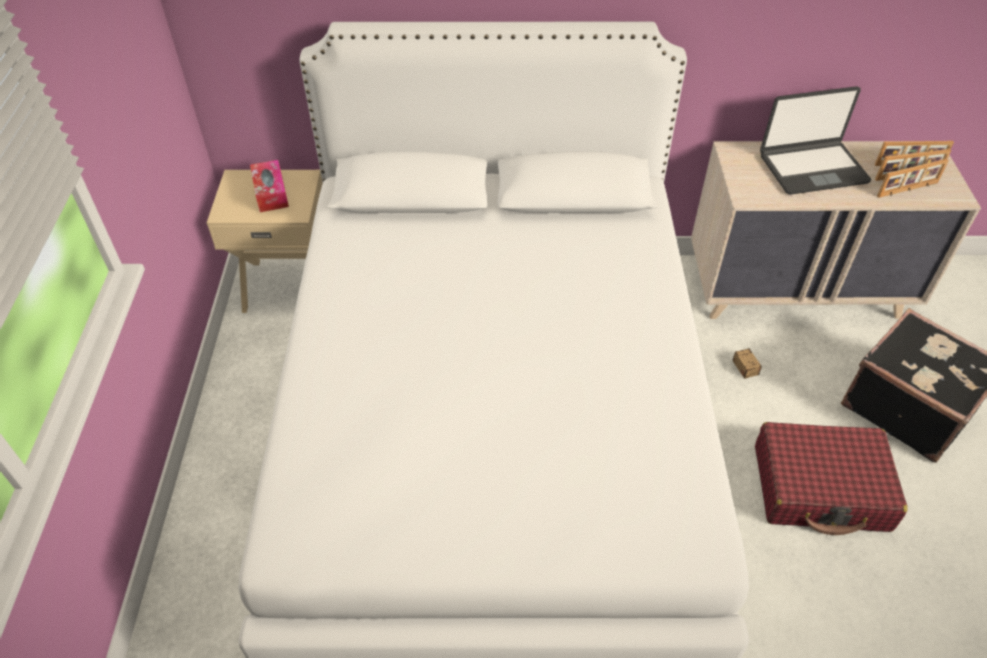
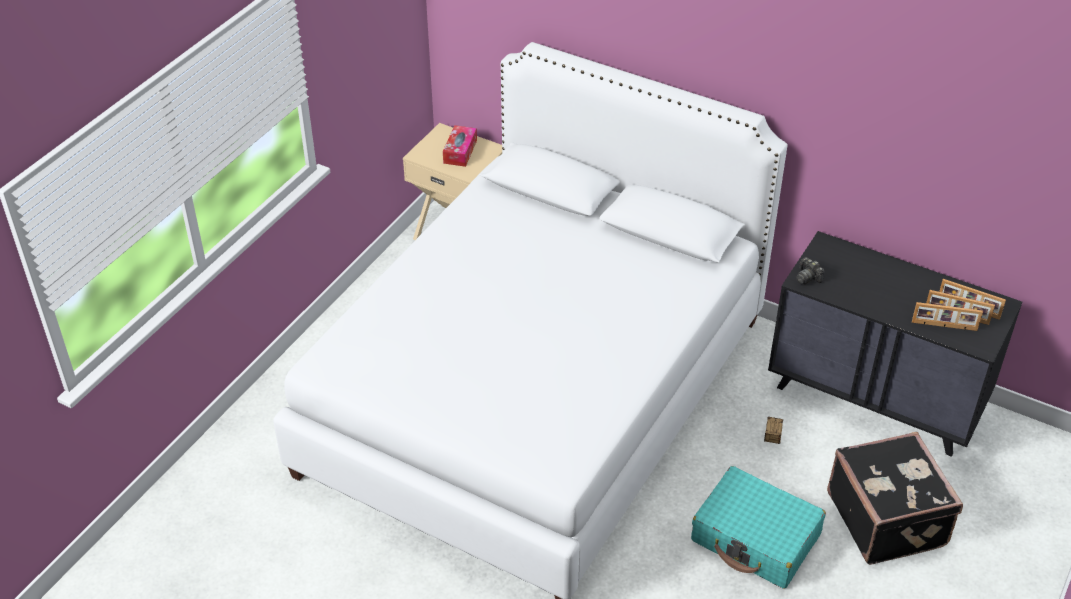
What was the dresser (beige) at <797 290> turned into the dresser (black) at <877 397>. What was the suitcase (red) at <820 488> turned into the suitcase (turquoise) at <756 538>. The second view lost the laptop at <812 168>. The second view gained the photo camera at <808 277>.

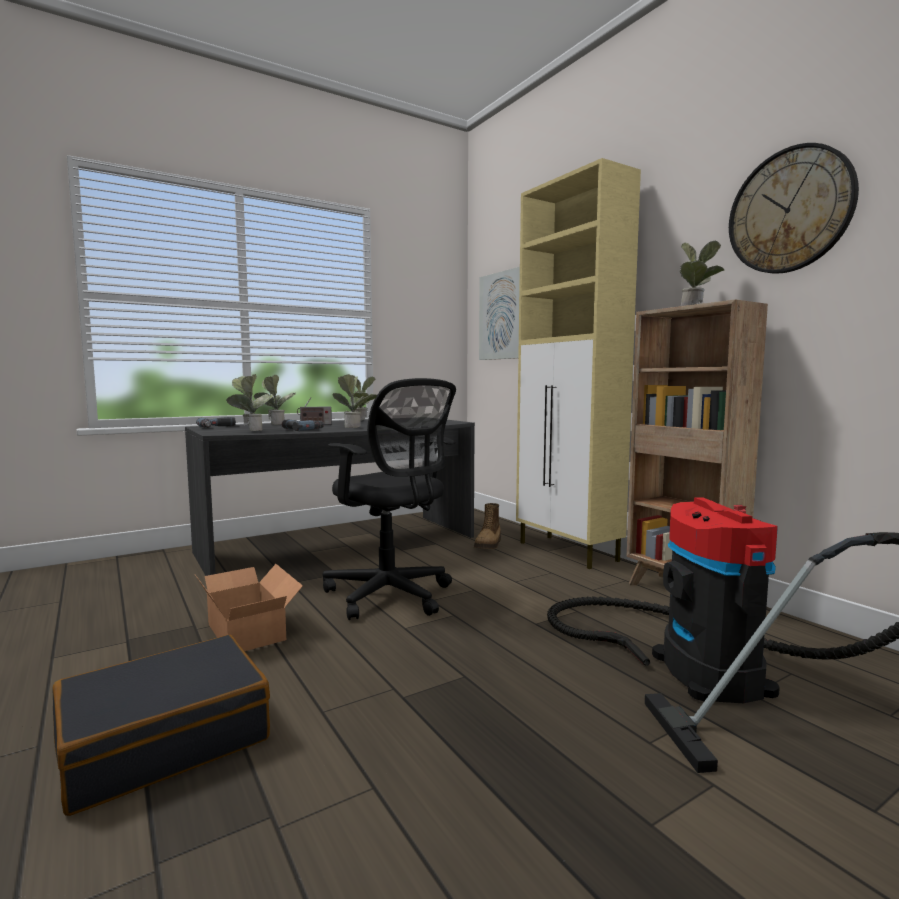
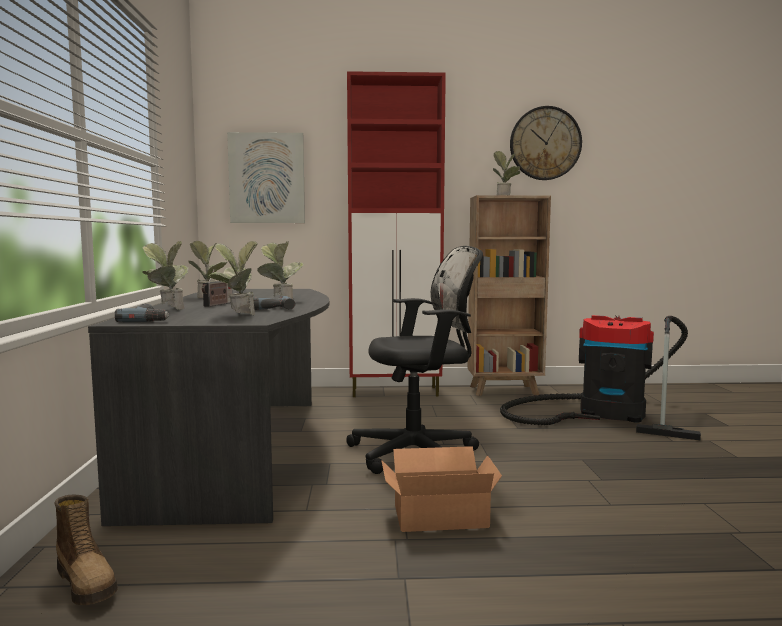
The second view lost the suitcase (black) at <164 739>. The boot ended up elsewhere, having gone from <489 545> to <87 583>. What was the cabinet (beige) at <568 552> turned into the cabinet (red) at <396 392>.

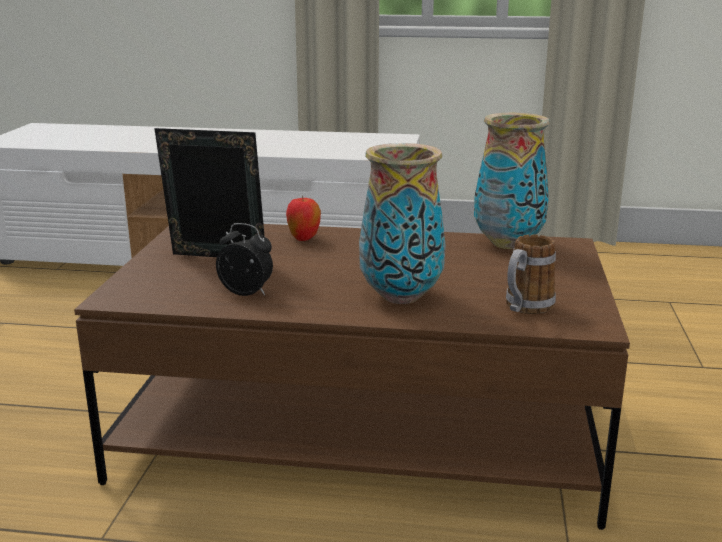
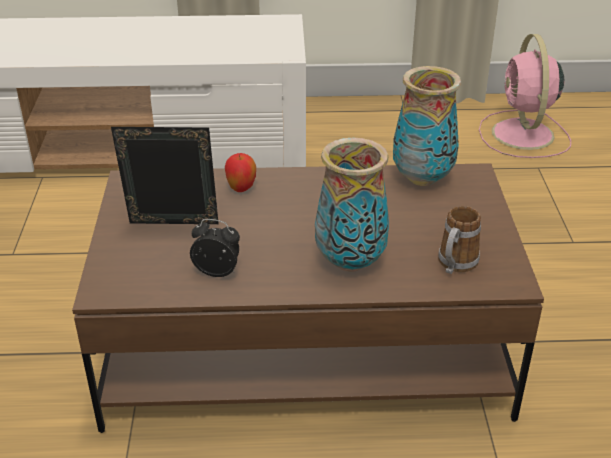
The second view gained the fan (pink) at <523 135>.

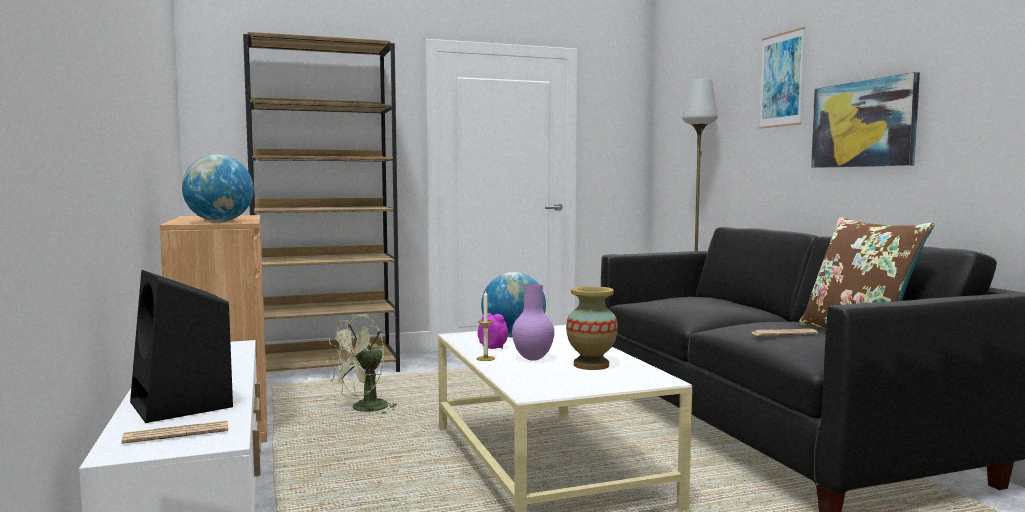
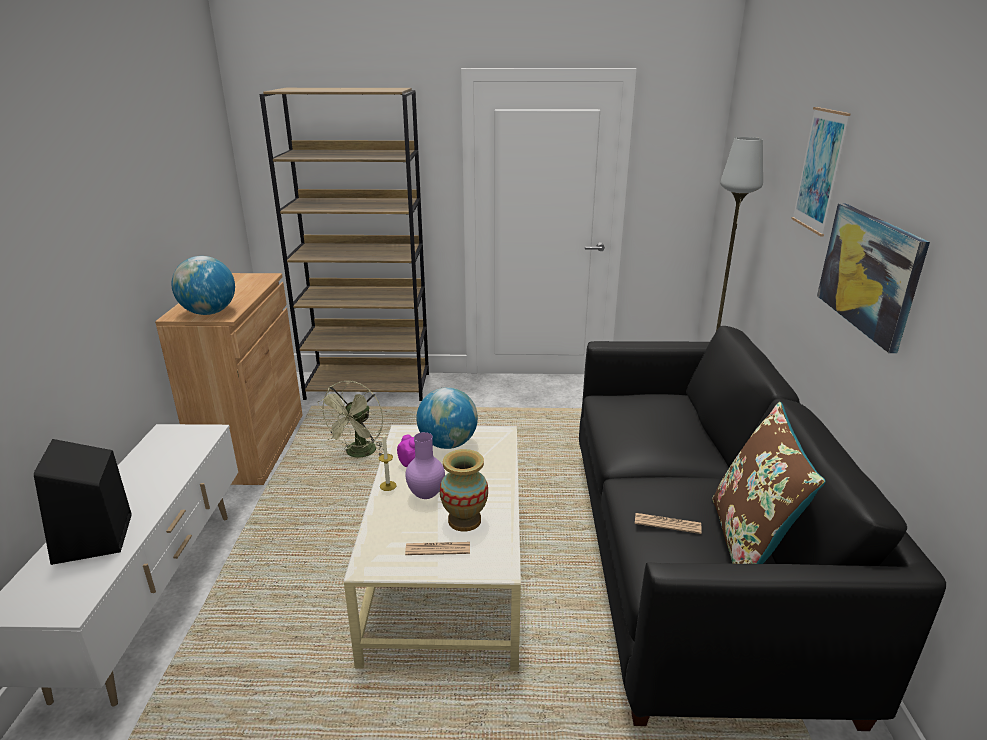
The newspaper ended up elsewhere, having gone from <177 434> to <438 549>. The fan (green) at <363 409> ended up facing another way, 45 degrees counterclockwise from before.

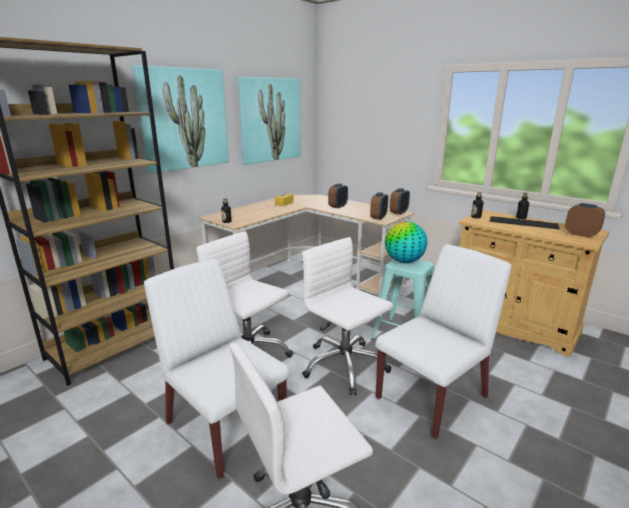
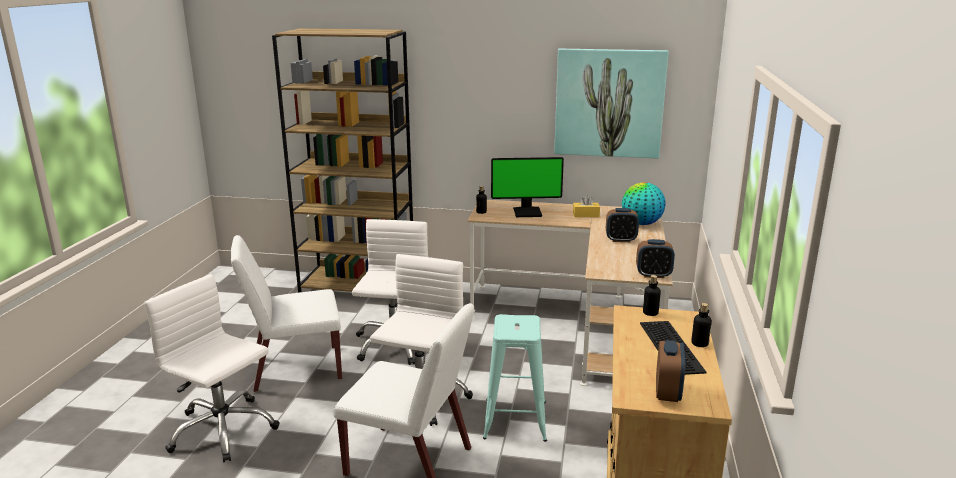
The second view lost the picture at <184 119>. The chair (white) at <224 426> ended up facing another way, 120 degrees counterclockwise from before. The second view lost the alarm clock at <378 217>. The globe ended up elsewhere, having gone from <404 261> to <641 224>. The second view gained the monitor at <527 212>.

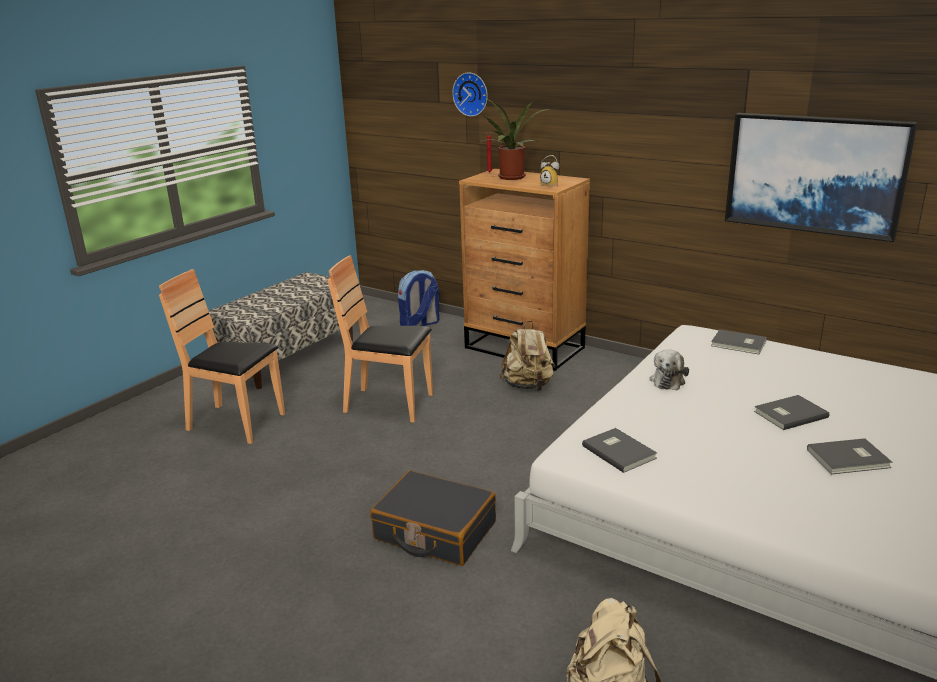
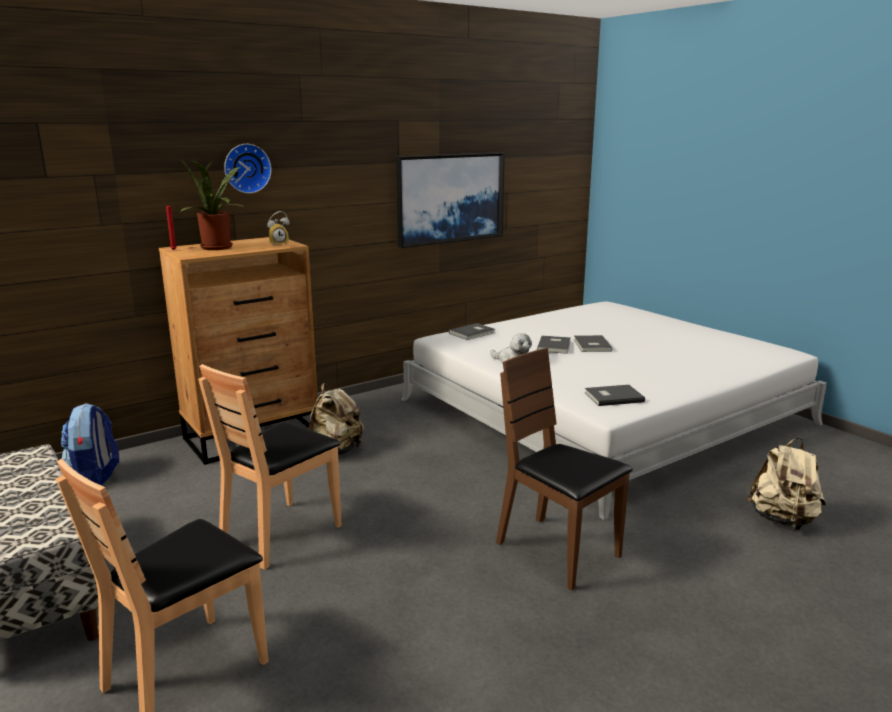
Where the suitcase (black) stood at <434 531>, the chair (brown) came to stand at <557 551>. The wall clock ended up elsewhere, having gone from <471 94> to <246 168>. The book (grey) ended up elsewhere, having gone from <850 459> to <555 346>.

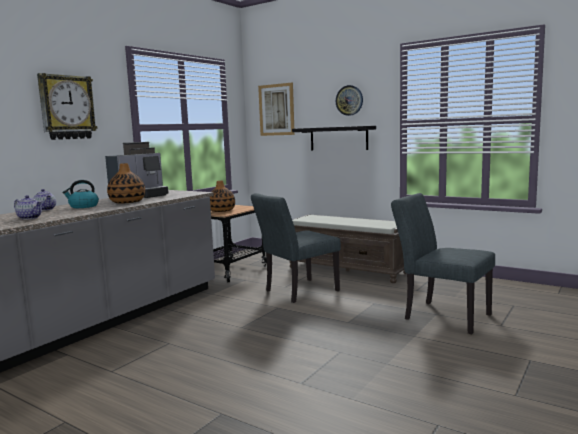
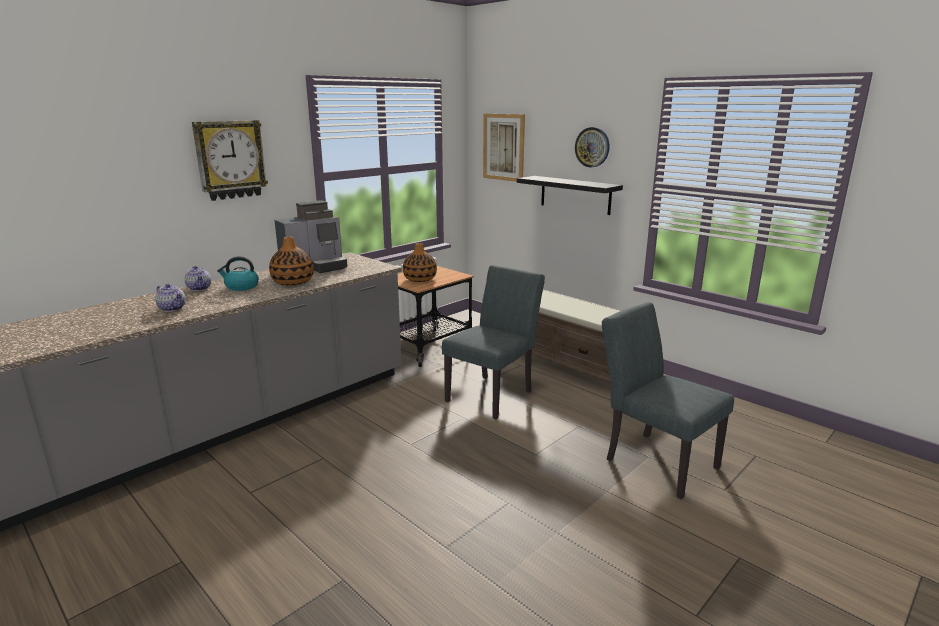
The chair (grey) at <297 292> ended up facing another way, 150 degrees clockwise from before.

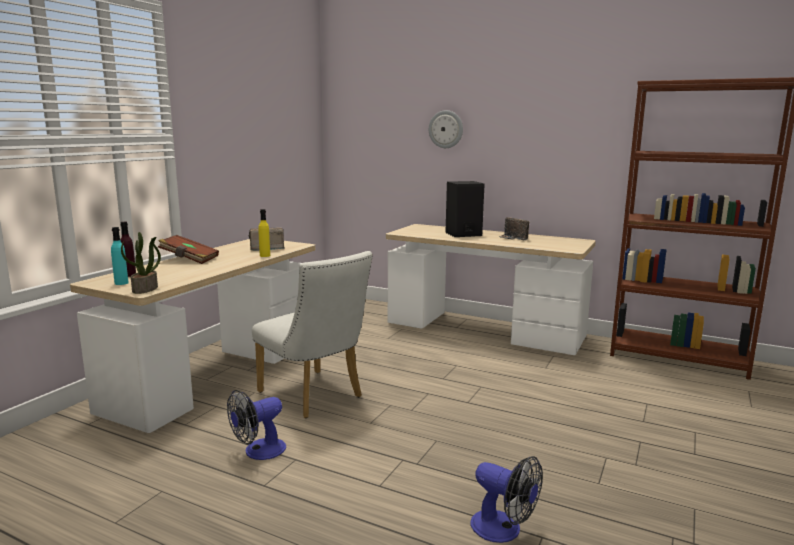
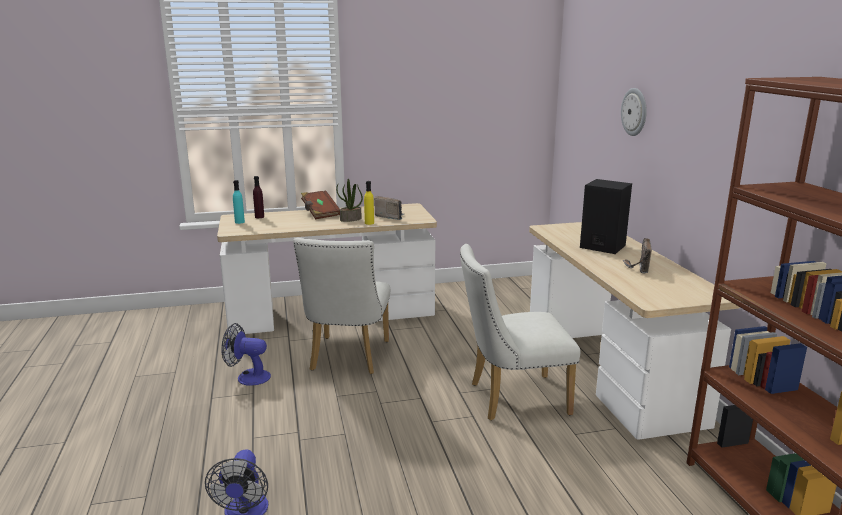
The potted plant ended up elsewhere, having gone from <145 289> to <350 219>. The second view gained the chair (white) at <511 399>.

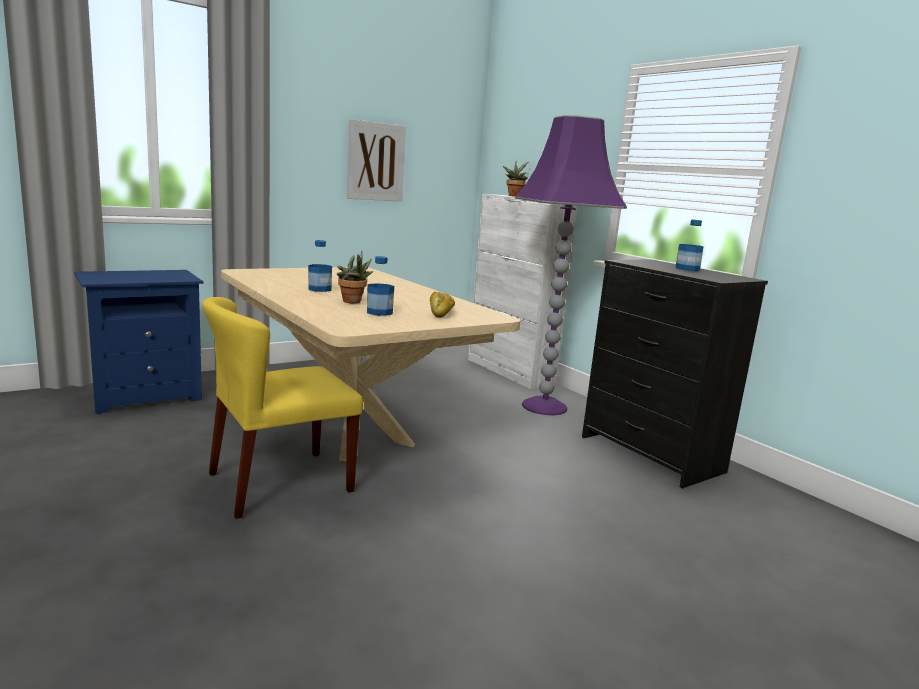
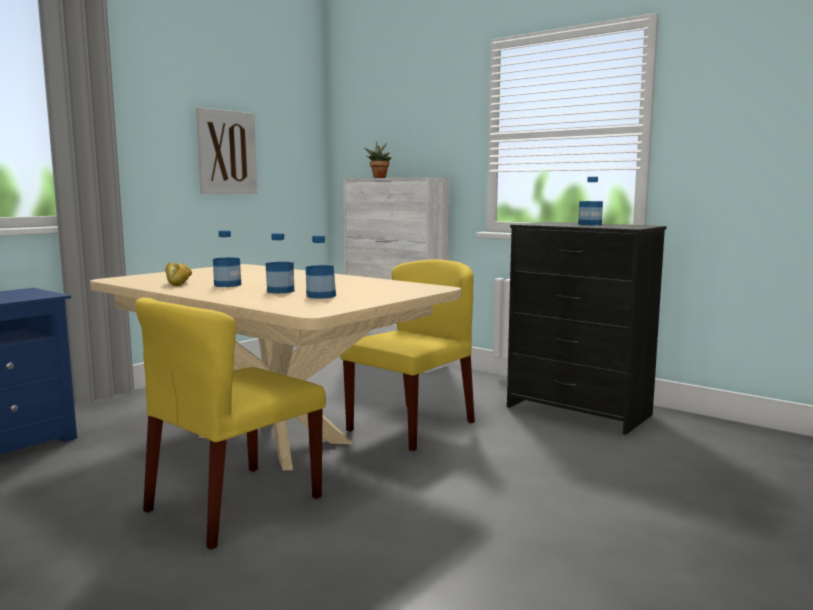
Where the potted plant stood at <353 302>, the bottle came to stand at <280 291>. The bread ended up elsewhere, having gone from <441 313> to <179 283>. The second view lost the floor lamp (purple) at <543 406>. The second view gained the chair (yellow) at <411 425>.

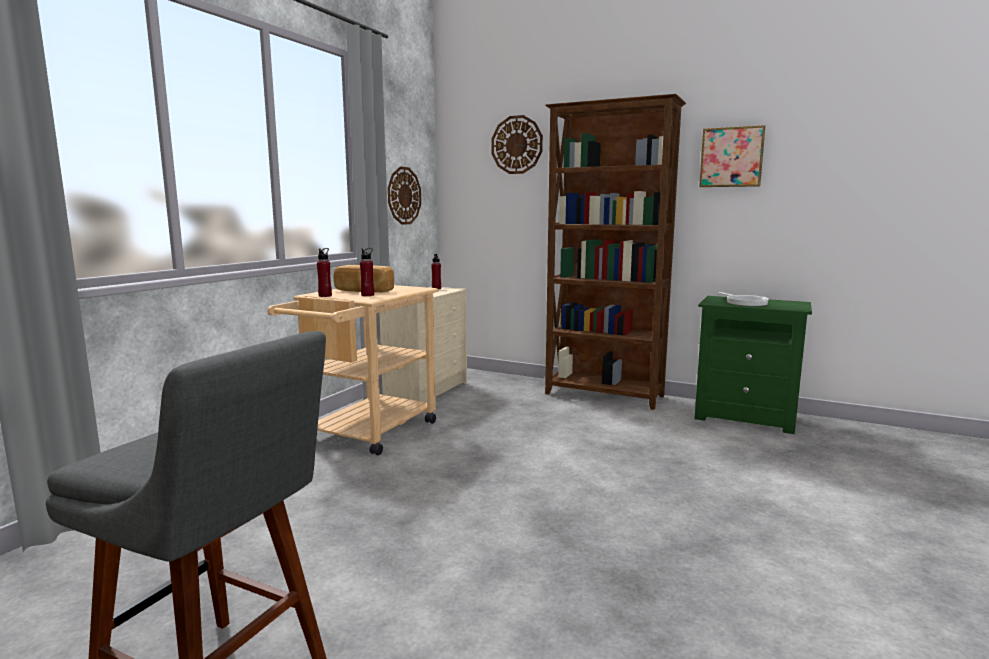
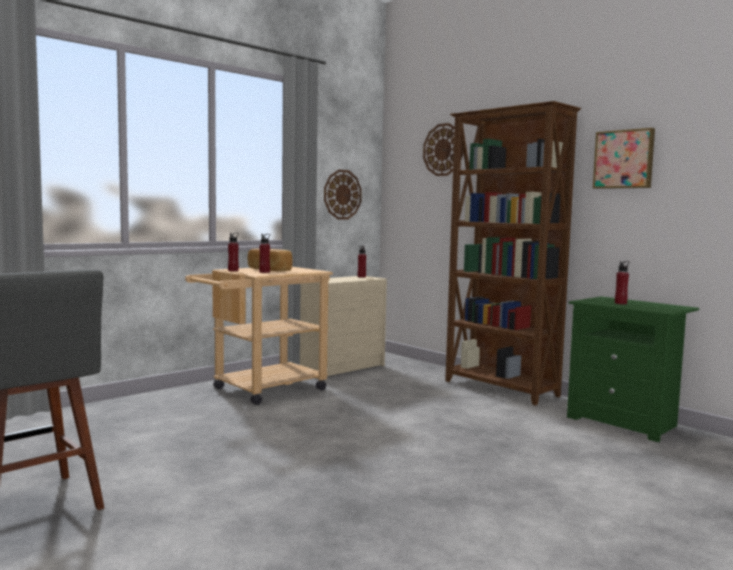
Where the frying pan stood at <745 303>, the bottle (red) came to stand at <620 303>.

